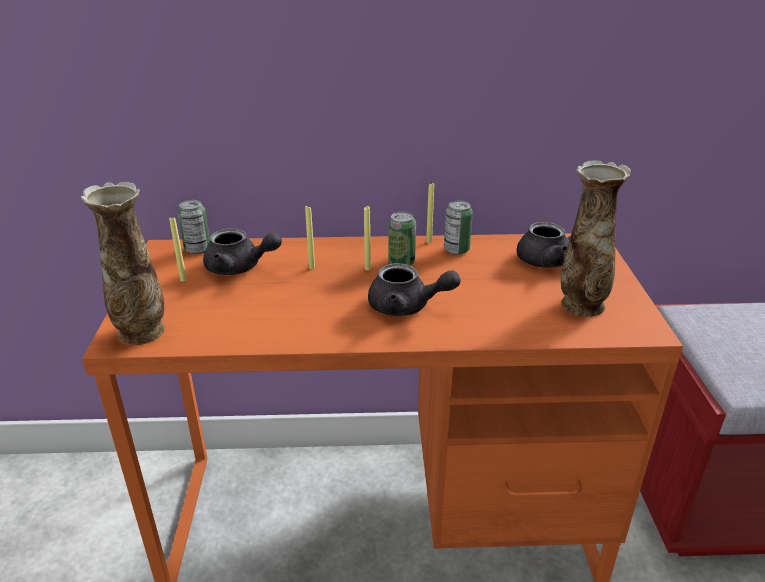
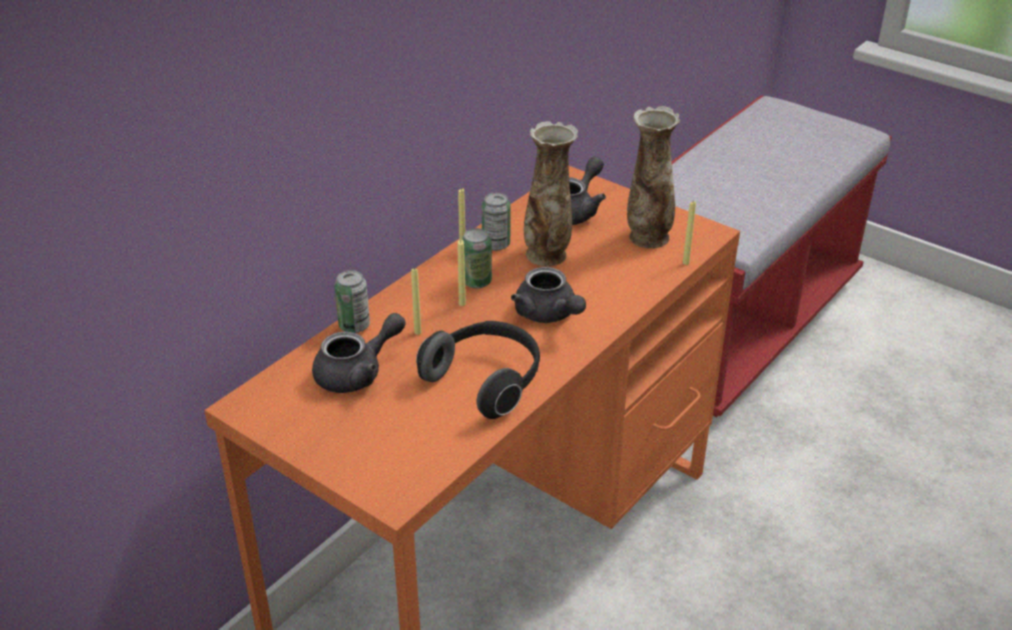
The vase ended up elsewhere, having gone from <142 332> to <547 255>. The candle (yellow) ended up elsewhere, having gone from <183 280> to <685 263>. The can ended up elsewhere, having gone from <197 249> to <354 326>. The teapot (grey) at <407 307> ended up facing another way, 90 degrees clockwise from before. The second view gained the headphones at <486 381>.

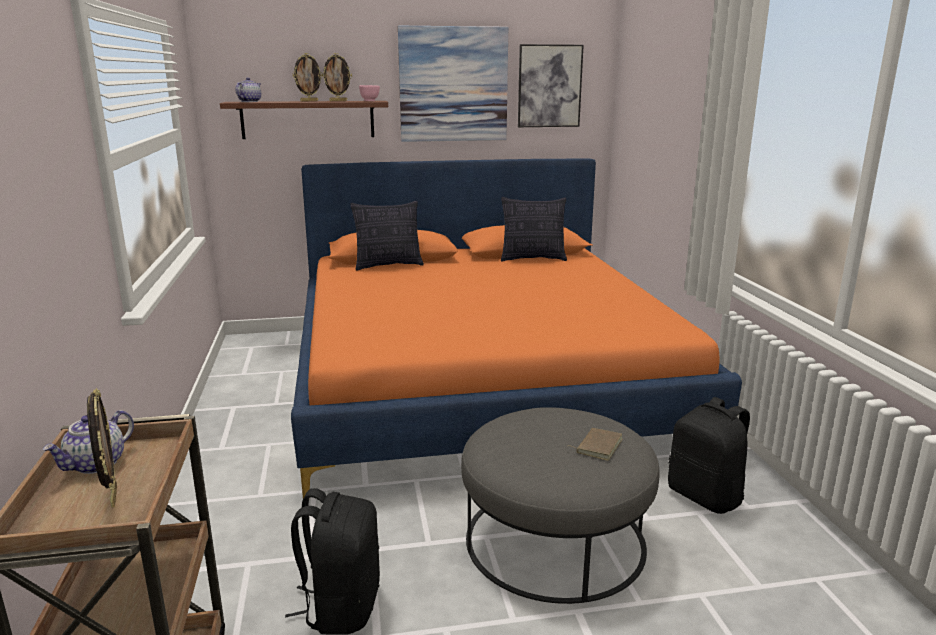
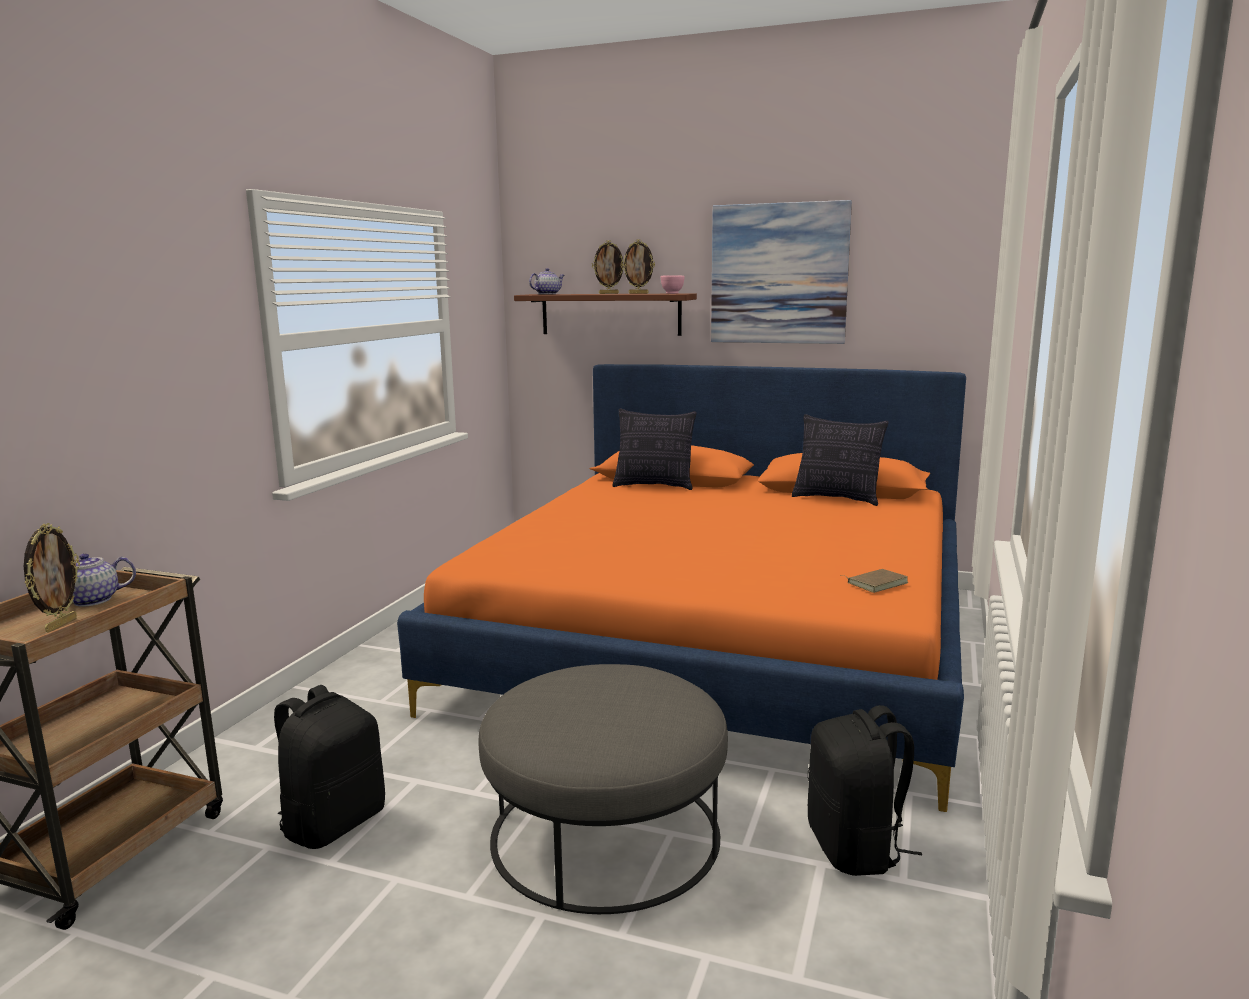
The second view lost the picture at <549 86>. The book (brown) ended up elsewhere, having gone from <597 446> to <876 583>.

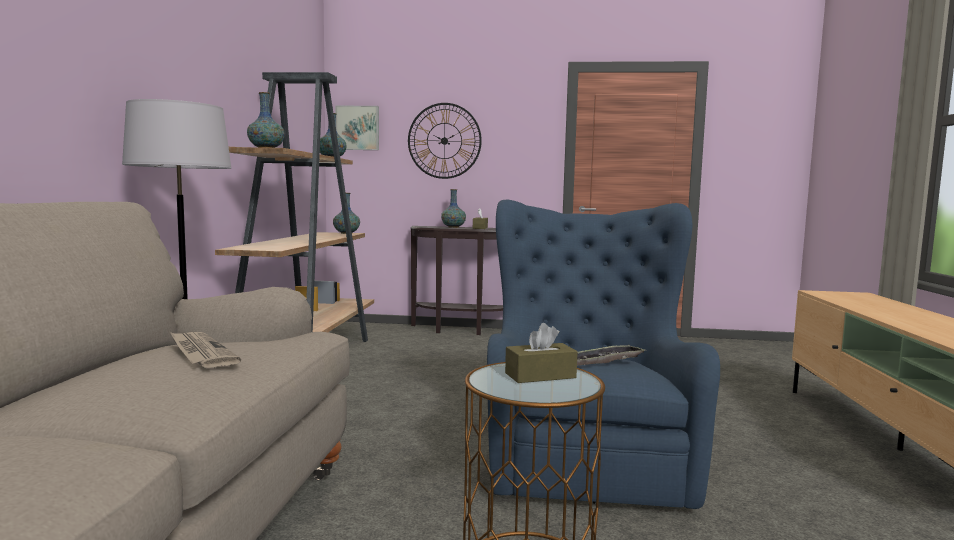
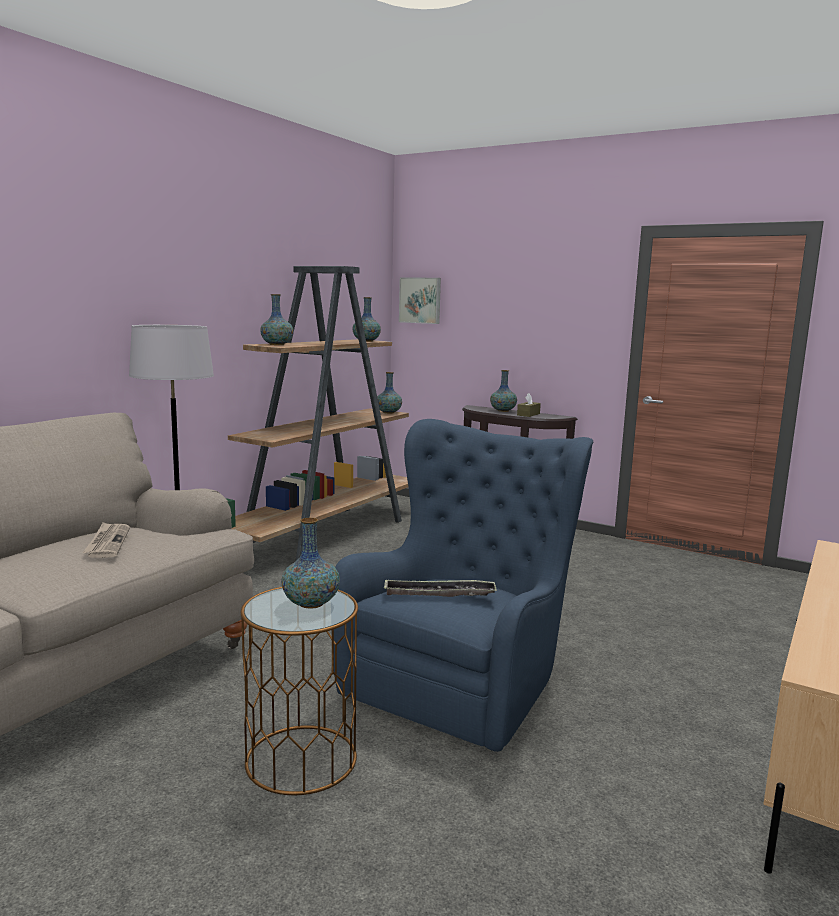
The second view lost the wall clock at <444 141>. Where the tissue box (brown) stood at <540 375>, the vase came to stand at <311 603>.

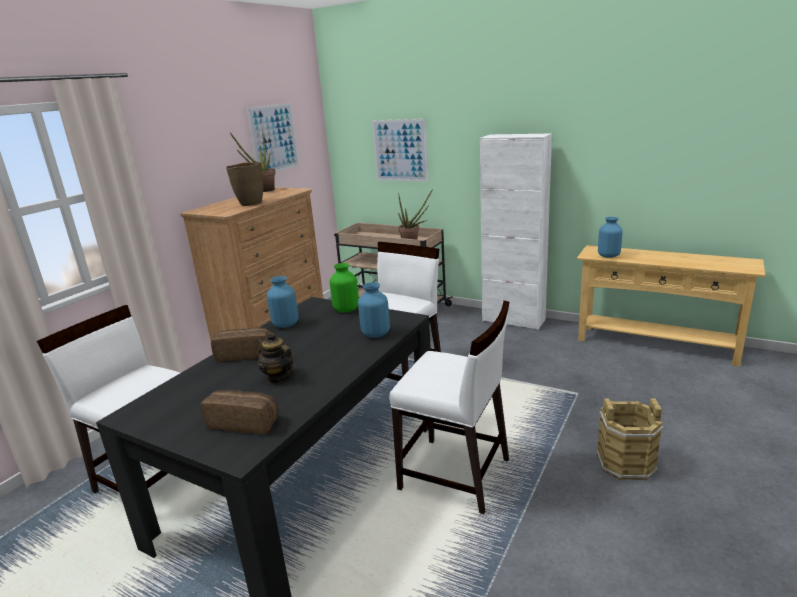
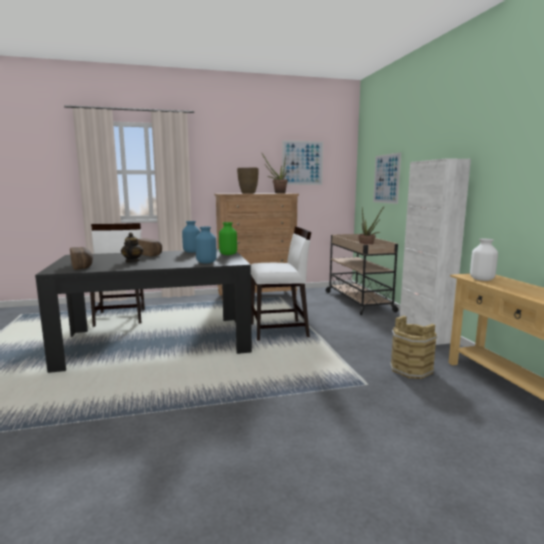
The second view lost the chair (white) at <455 475>. The bucket (brown) ended up elsewhere, having gone from <626 463> to <411 369>. What was the vase (blue) at <608 256> turned into the vase (white) at <482 279>.

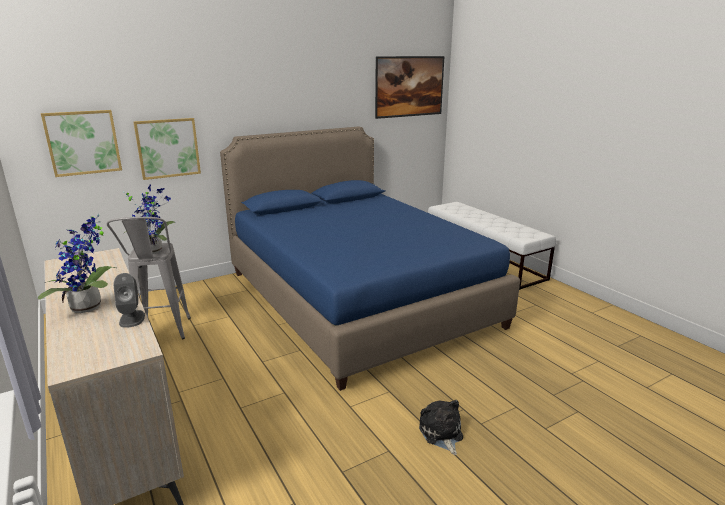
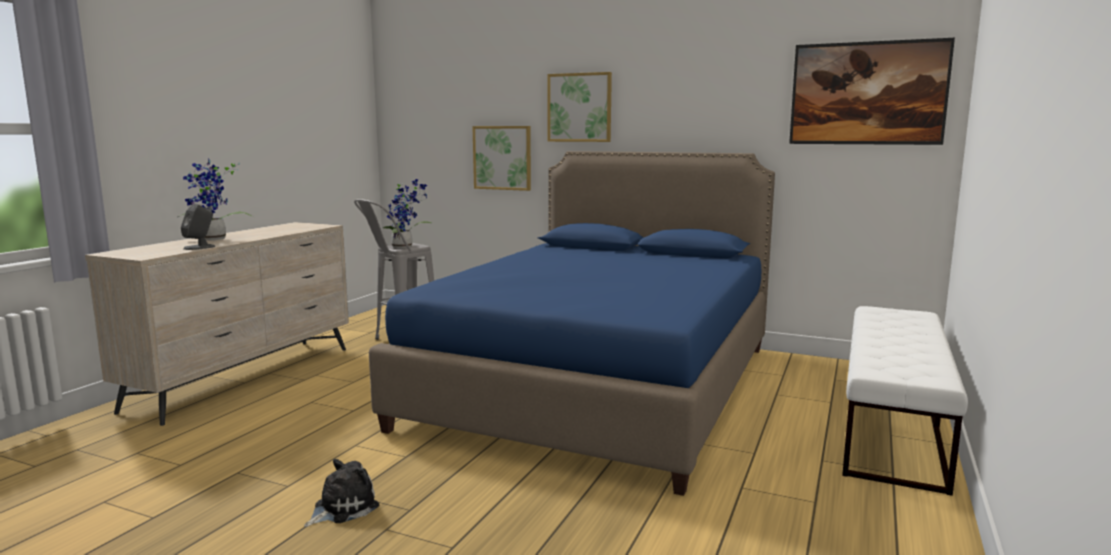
The picture ended up elsewhere, having gone from <83 142> to <579 107>.

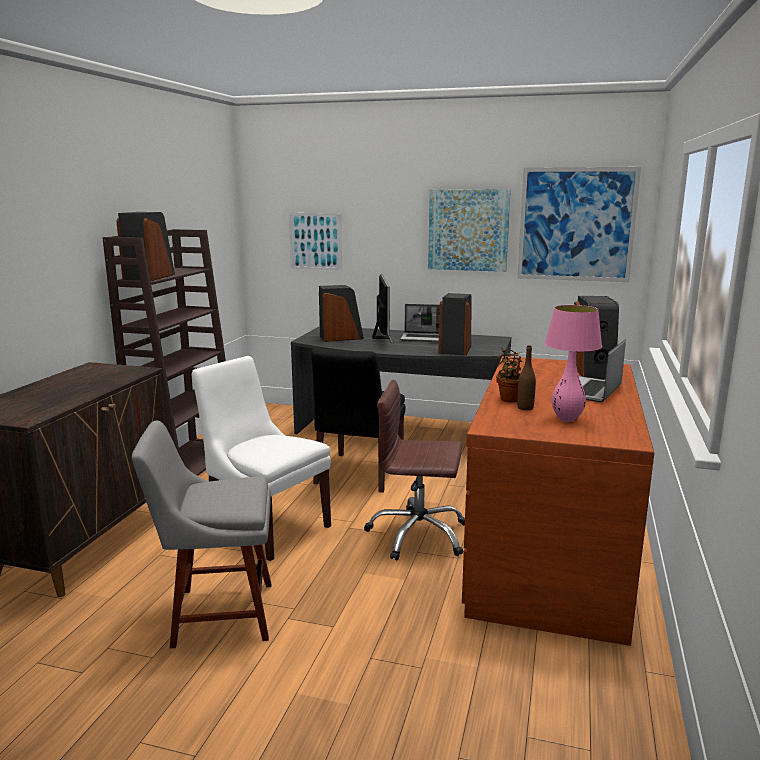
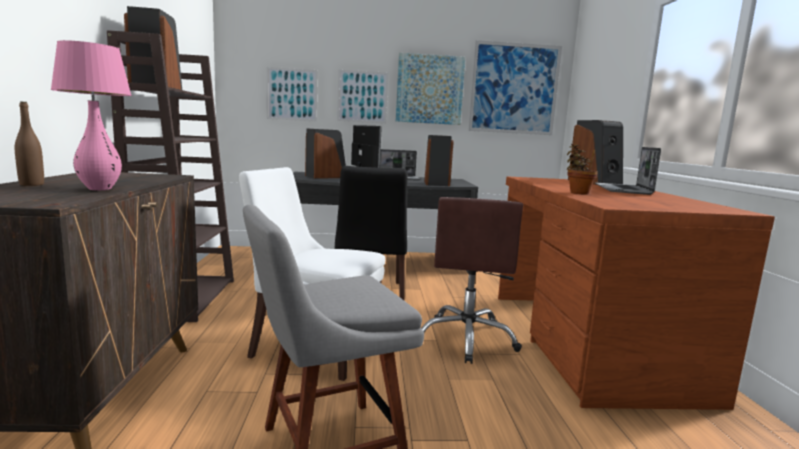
The office chair (brown) at <418 535> ended up facing another way, 75 degrees counterclockwise from before. The bottle (brown) ended up elsewhere, having gone from <525 408> to <32 184>. The table lamp (pink) ended up elsewhere, having gone from <566 419> to <99 189>. The second view gained the picture at <362 96>.

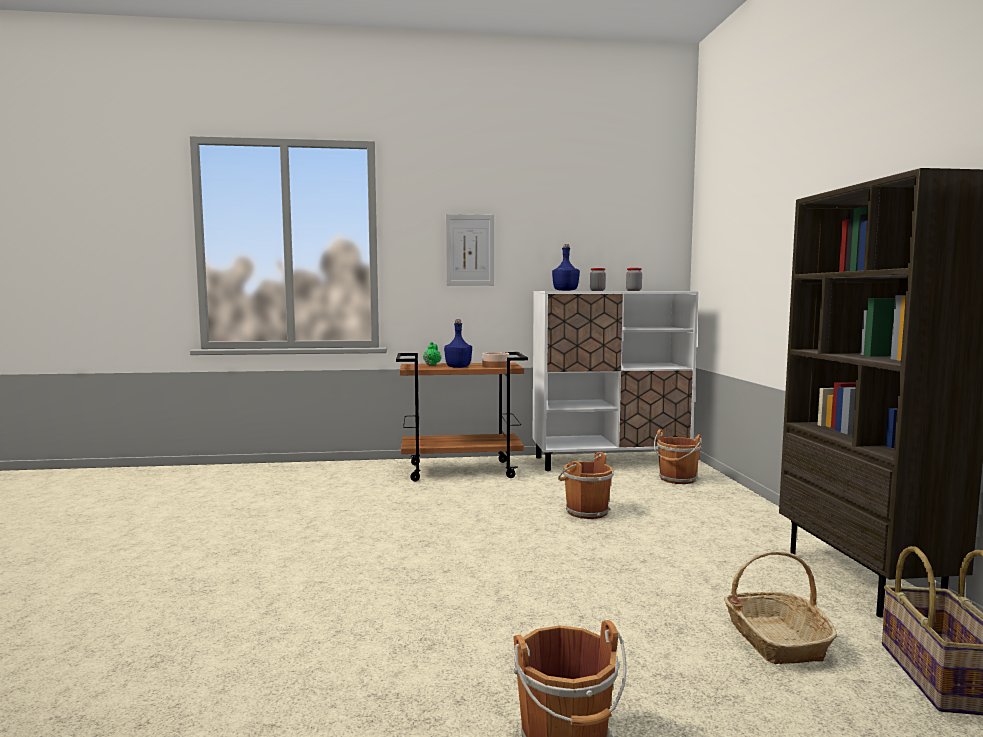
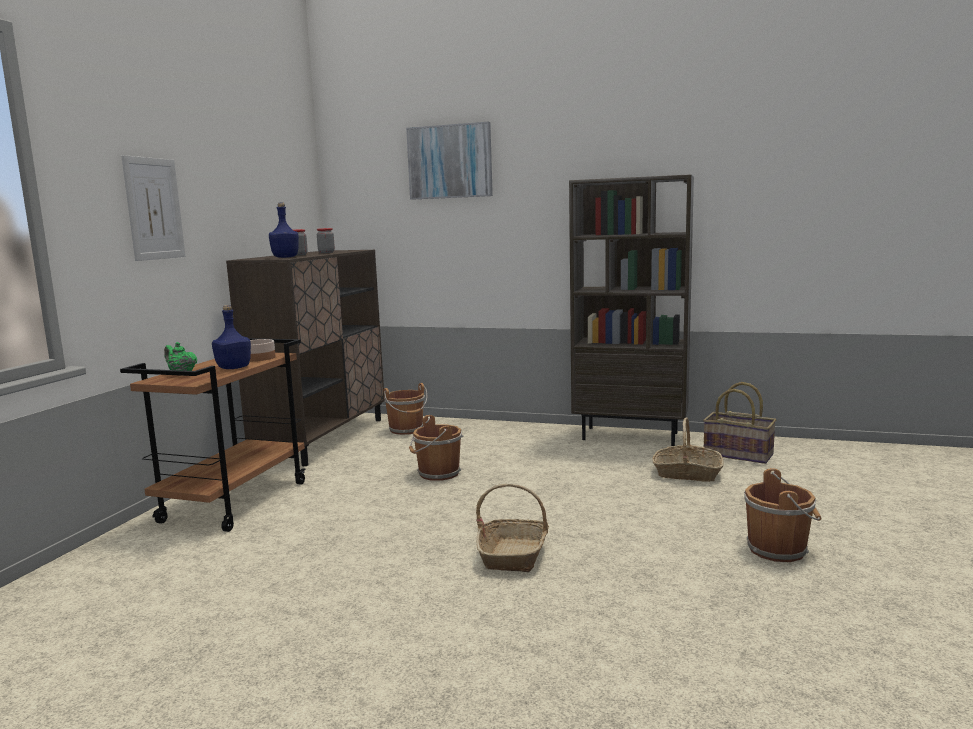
What was the cabinet (white) at <610 461> turned into the cabinet (brown) at <323 439>. The second view gained the picture at <450 161>. The second view gained the basket at <514 554>.

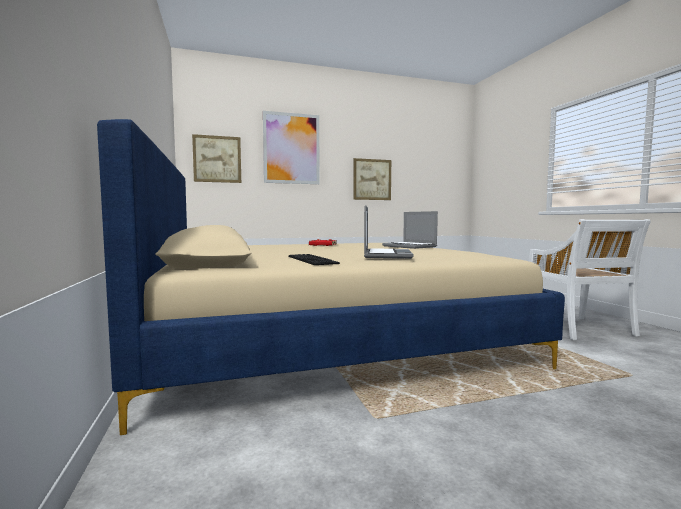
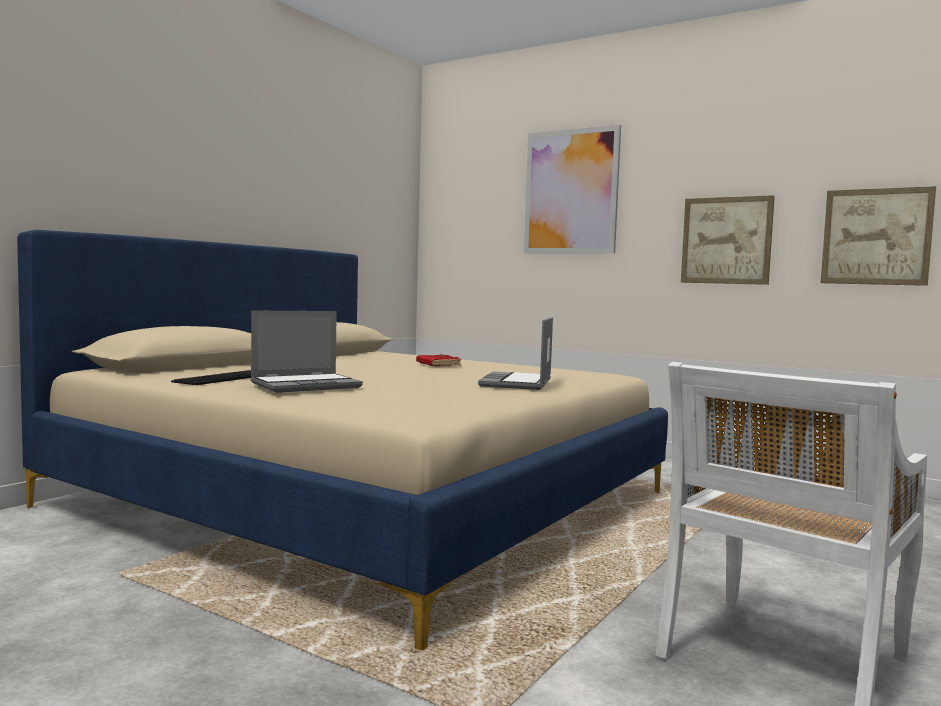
The picture ended up elsewhere, having gone from <217 159> to <876 237>.

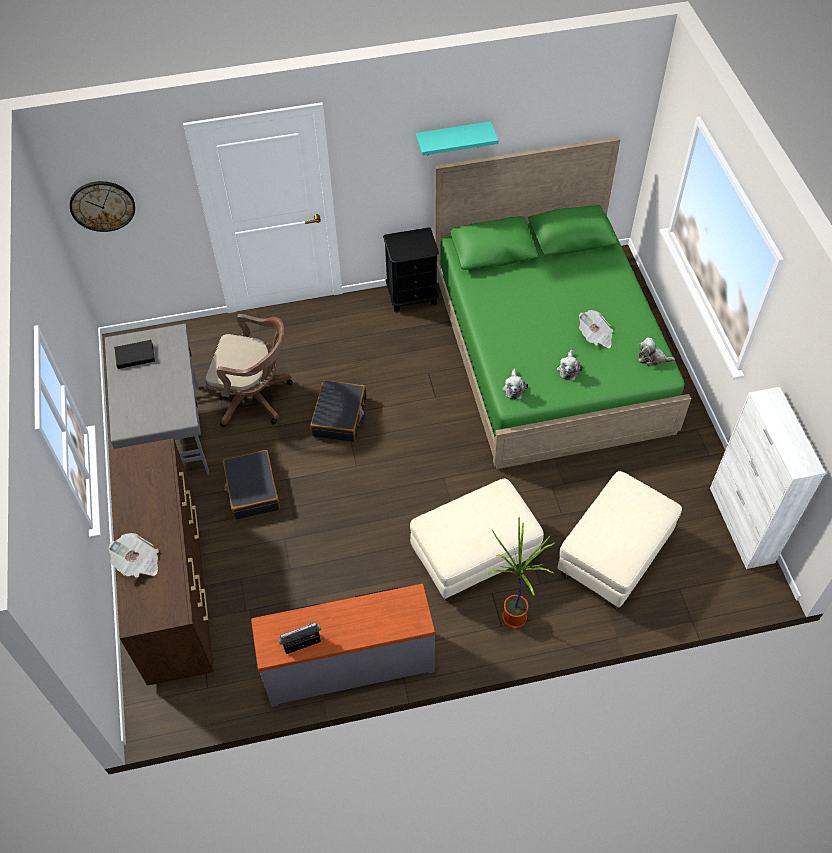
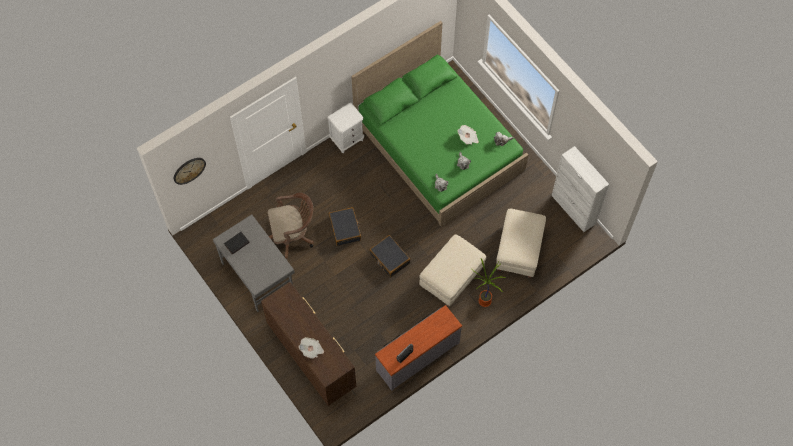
The suitcase (black) ended up elsewhere, having gone from <252 490> to <389 258>. What was the nightstand (black) at <412 297> turned into the nightstand (white) at <347 139>. The second view lost the shelf (turquoise) at <453 138>.

